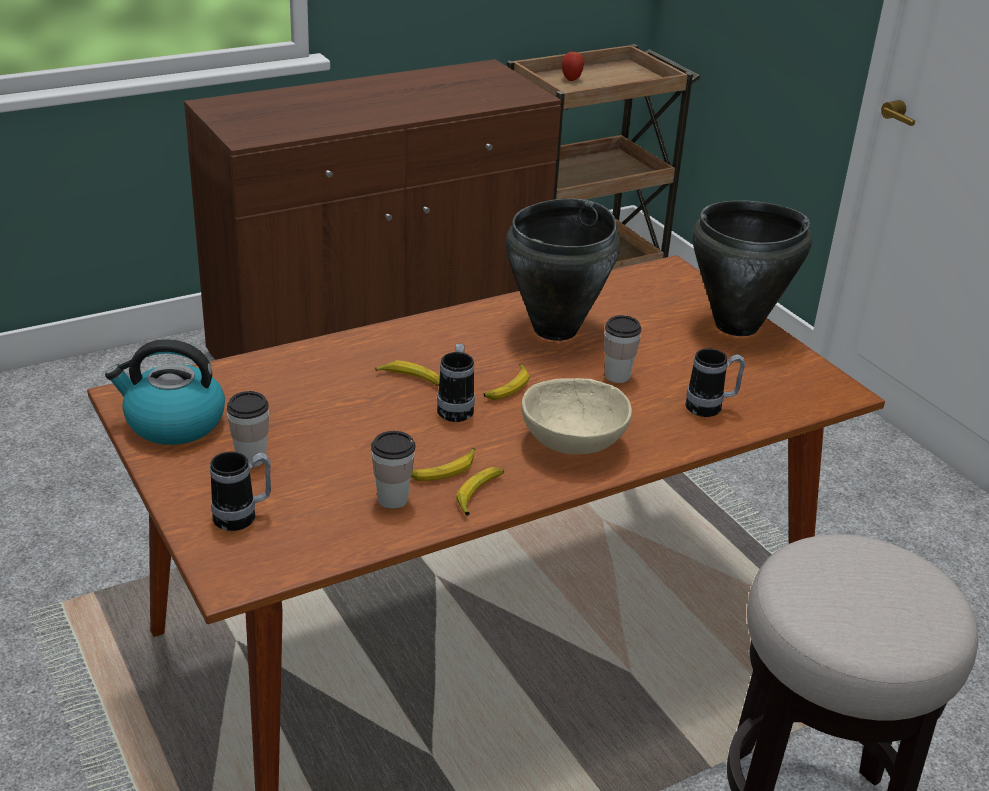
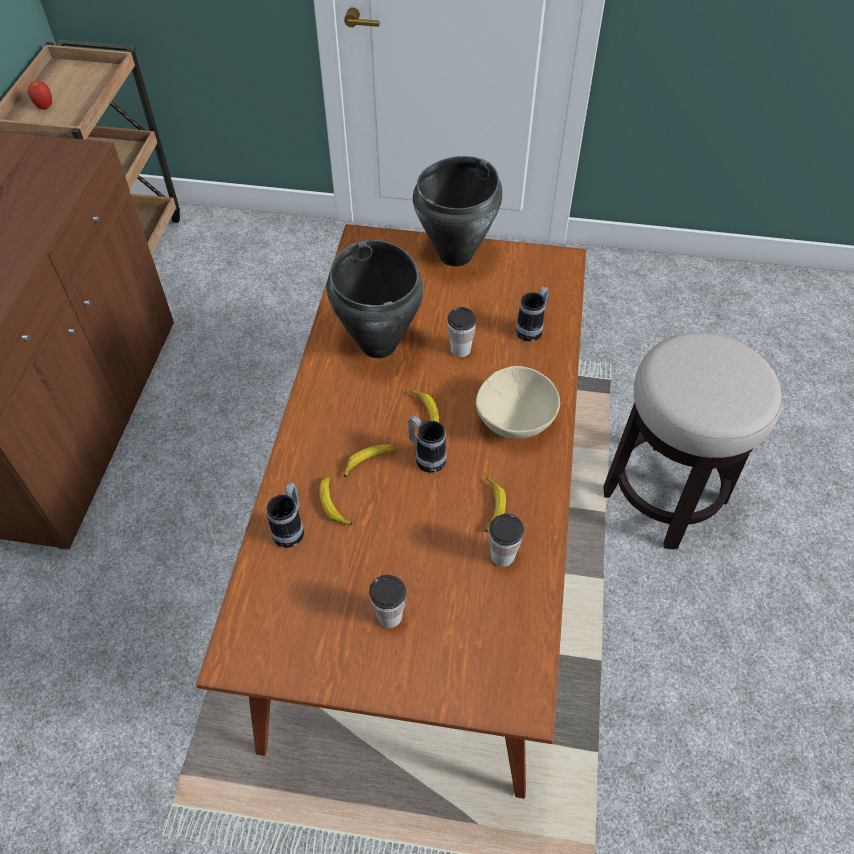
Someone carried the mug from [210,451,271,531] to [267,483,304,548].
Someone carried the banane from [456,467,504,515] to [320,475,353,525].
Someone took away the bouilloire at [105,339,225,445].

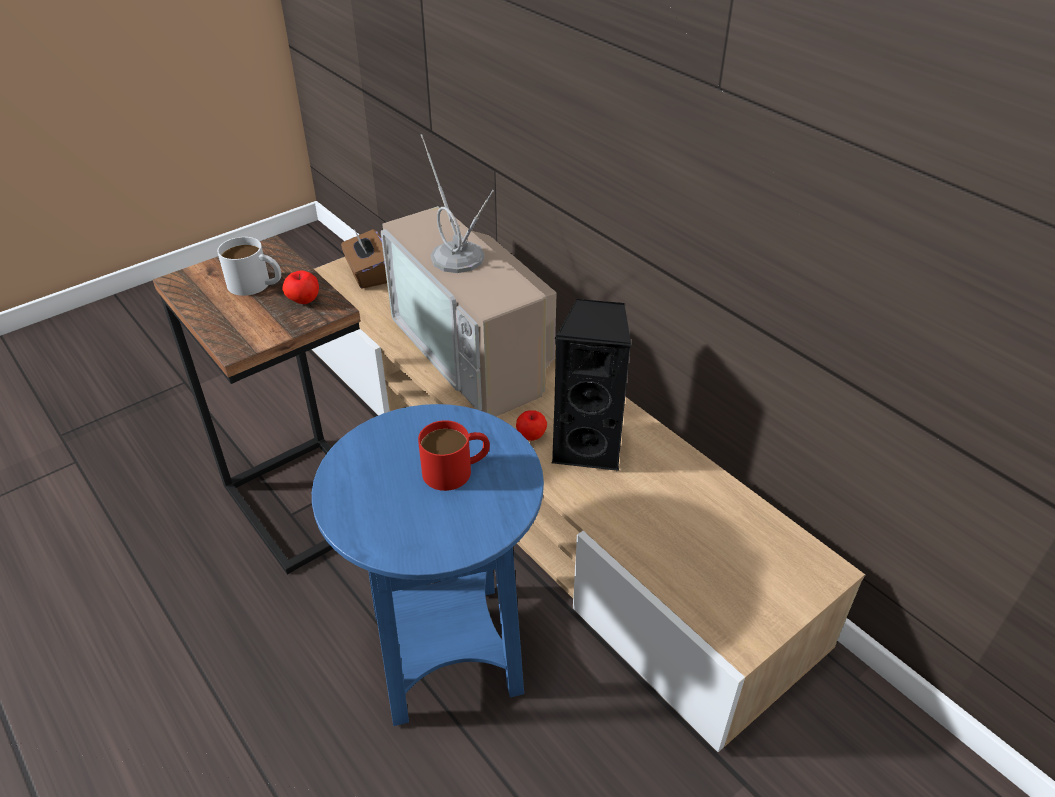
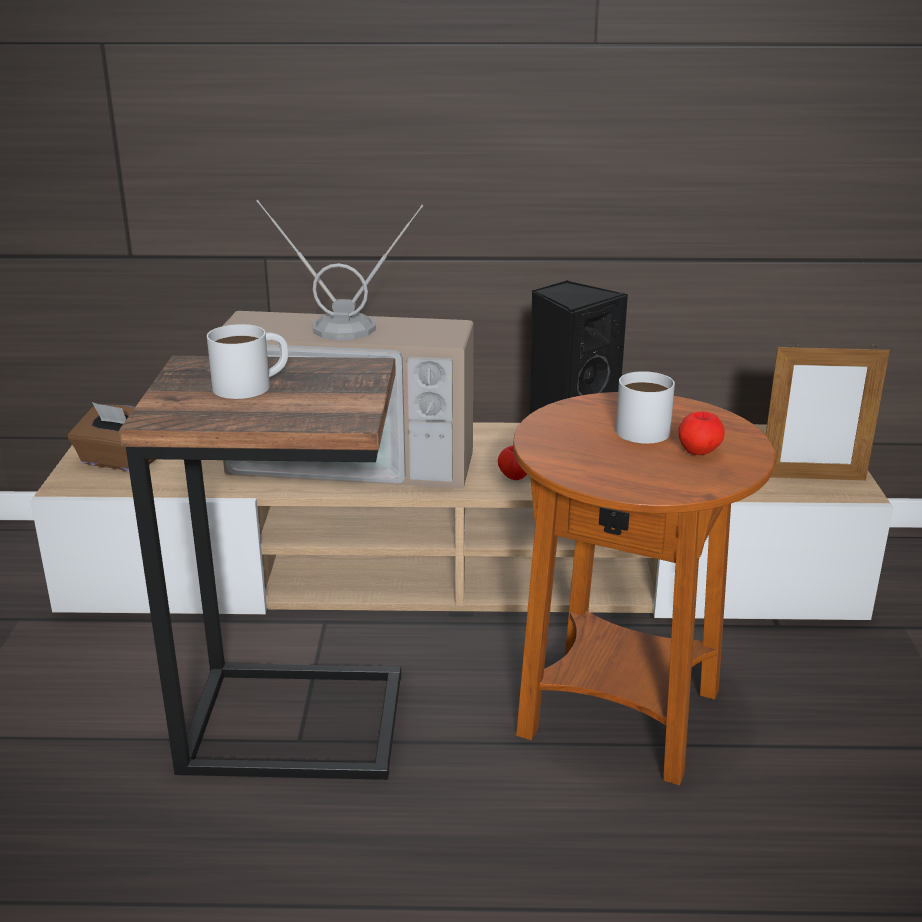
Someone repainted the table d'appoint/bleu at [312,404,544,726], which became the table d'appoint/marron at [513,392,775,785].
Someone repainted the mug/rouge at [418,420,490,491], which became the mug/blanc at [616,371,675,443].
Someone carried the pomme from [282,270,319,304] to [678,411,725,455].
Someone put down the cadre photo at [766,342,890,480].

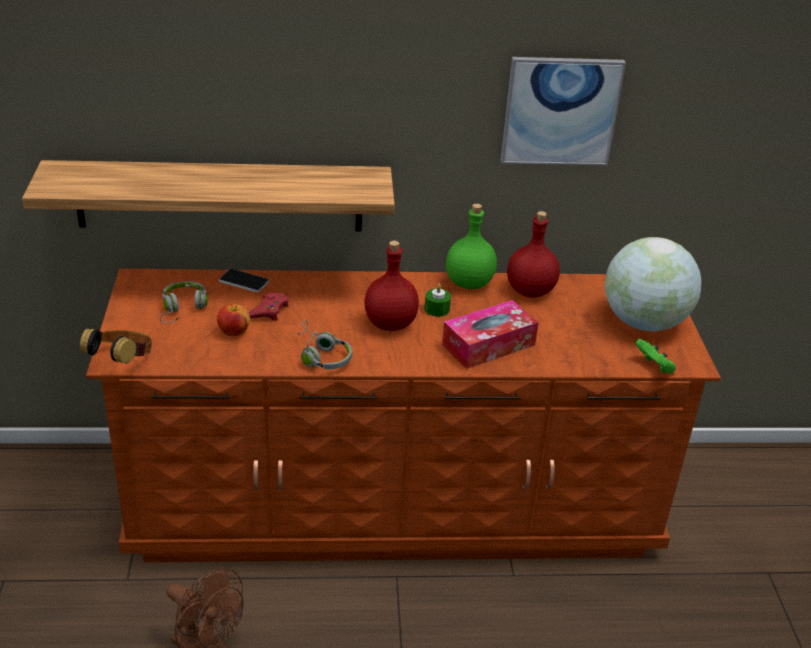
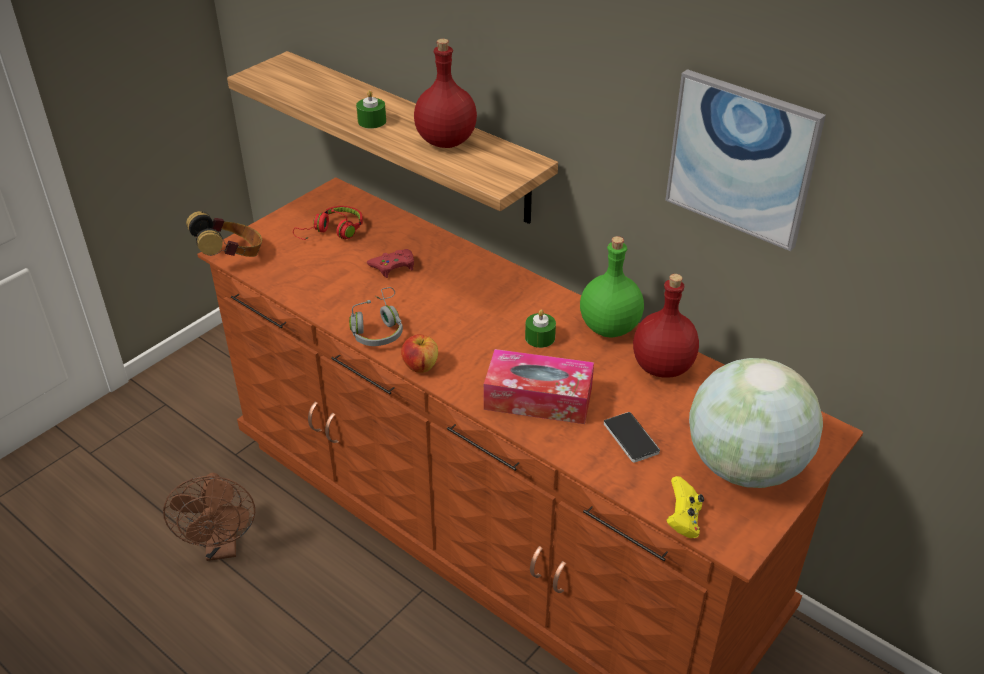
Someone repainted the casque audio/gris at [160,281,208,323], which became the casque audio/rouge at [293,206,363,240].
Someone put down the bougie/vert at [356,90,386,129].
Someone carried the pomme from [217,304,250,336] to [401,334,438,373].
Someone carried the bouteille/rouge from [365,240,419,331] to [414,39,477,148].
Someone carried the téléphone from [219,268,269,293] to [604,412,660,463].
Someone repainted the manette/vert at [635,339,676,374], which became the manette/jaune at [666,476,704,538].

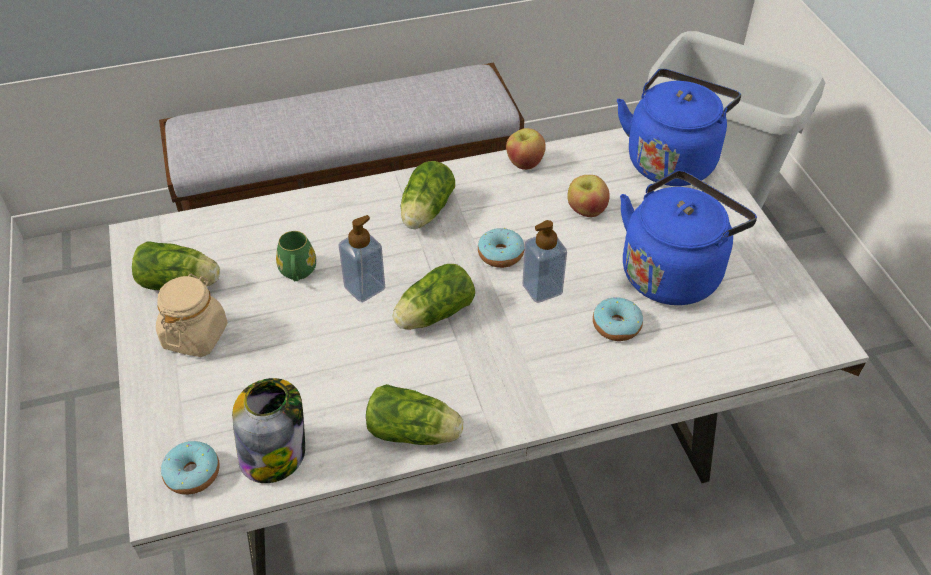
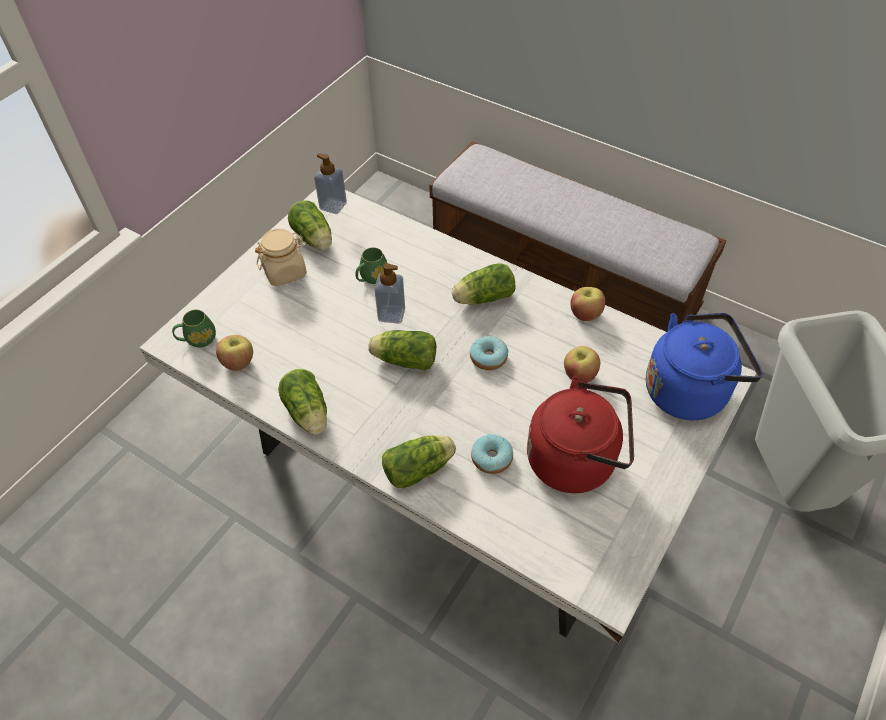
Someone swapped the beignet at [161,441,220,495] for the mug/vert at [172,310,216,348].
Someone swapped the bocal at [232,378,305,483] for the pomme at [216,335,253,371].
Someone carried the distributeur de savon from [522,220,567,303] to [314,153,347,214].
Someone put down the laitue at [382,435,456,488].
Someone repainted the bouilloire/bleu at [620,170,757,305], which became the bouilloire/rouge at [527,376,634,493].

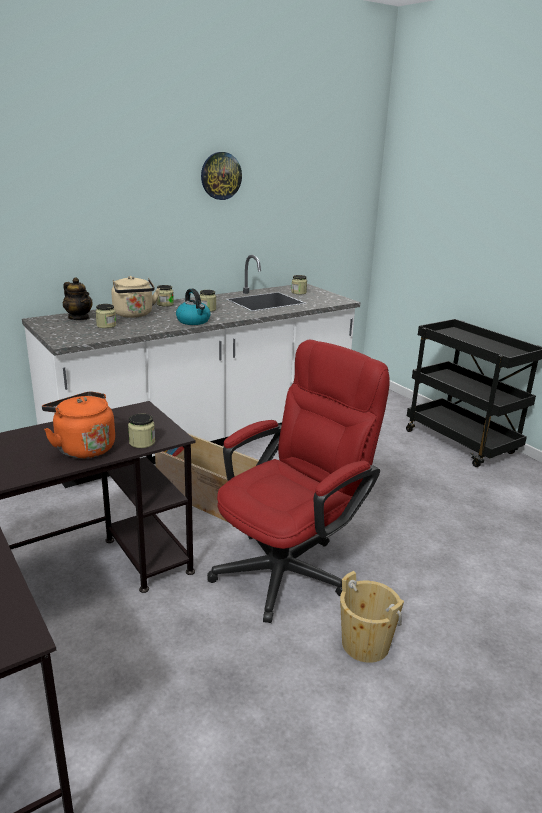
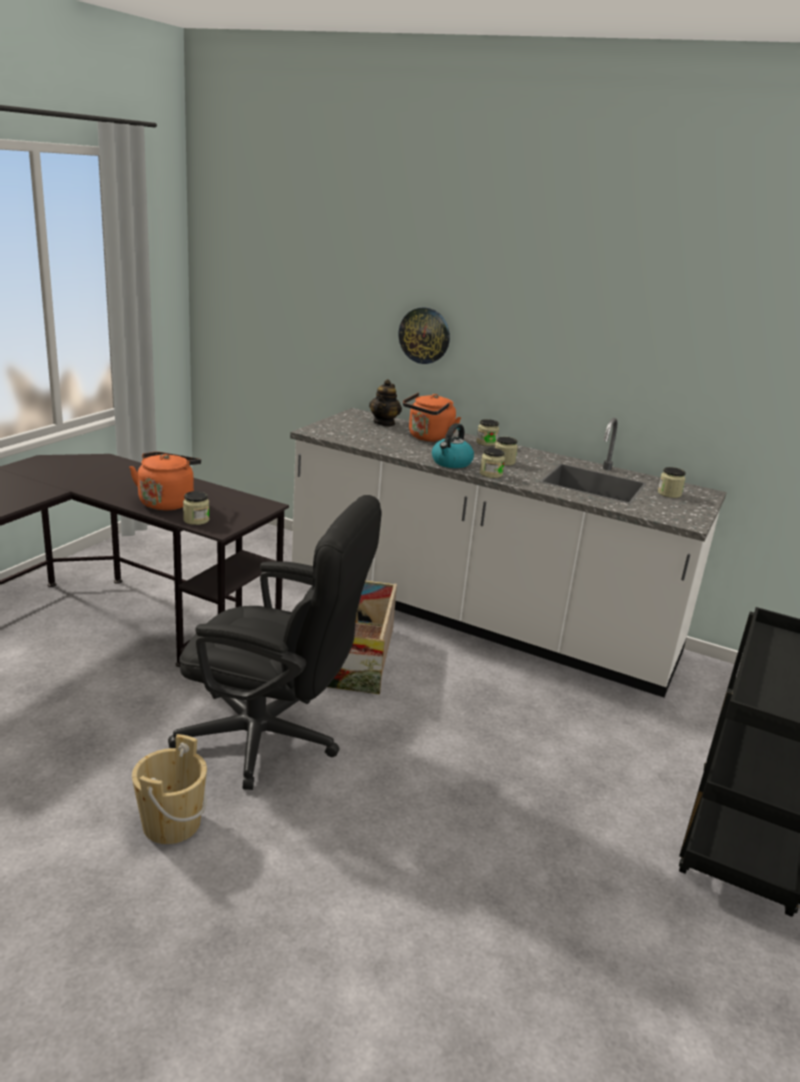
Someone repainted the chaise de bureau/rouge at [207,340,390,623], which became the chaise de bureau/noir at [168,495,382,790].
Someone carried the horloge murale from [201,152,242,200] to [399,307,450,364].
Someone repainted the bouilloire/beige at [111,276,160,318], which became the bouilloire/orange at [403,393,461,442].
Someone carried the bocal from [95,304,116,328] to [480,448,505,478].

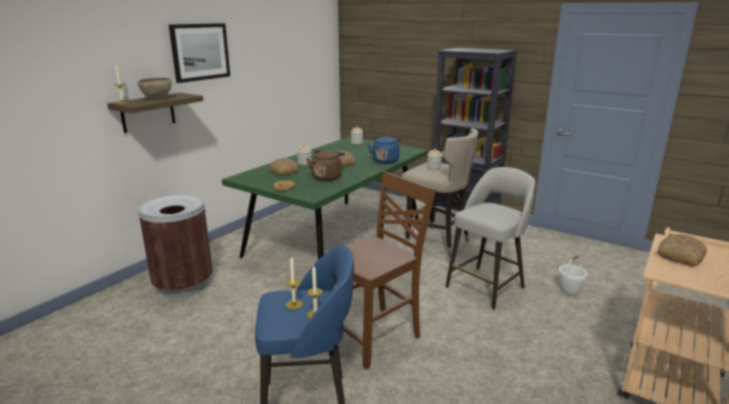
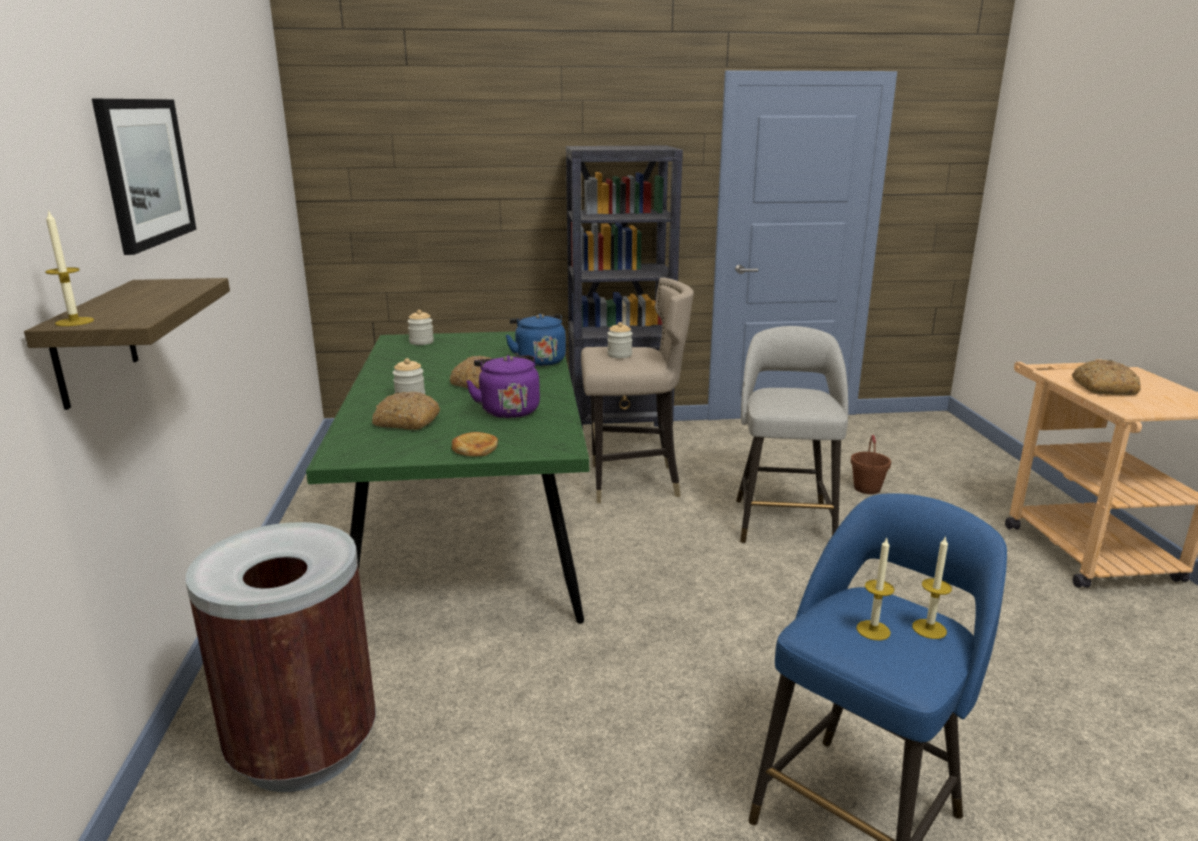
Someone repainted the bouilloire/marron at [307,150,345,181], which became the bouilloire/violet at [466,355,540,418].
Someone repainted the seau/blanc at [559,255,587,295], which became the seau/marron at [851,435,891,494].
Someone took away the bol/marron at [138,78,172,99].
Someone took away the chaise/marron at [325,171,436,369].

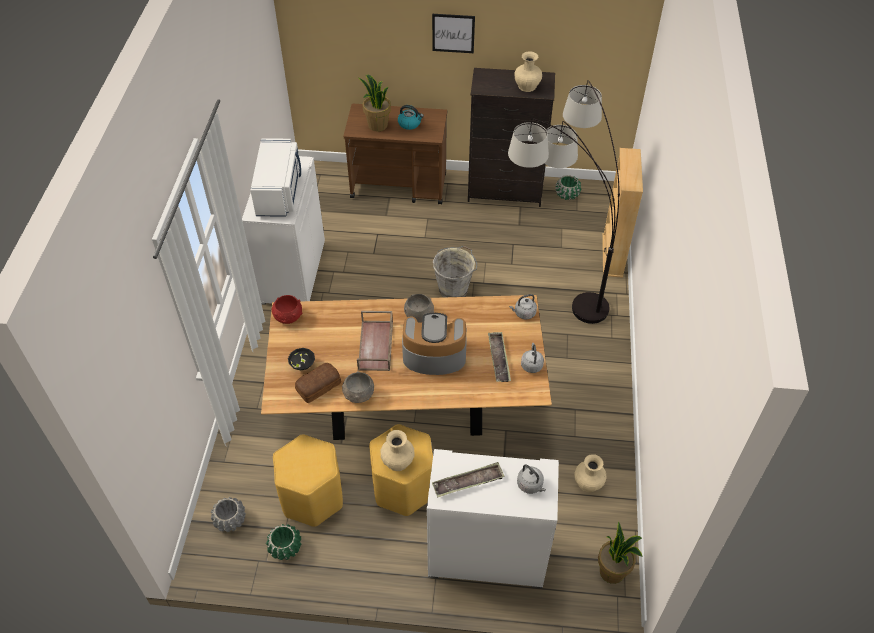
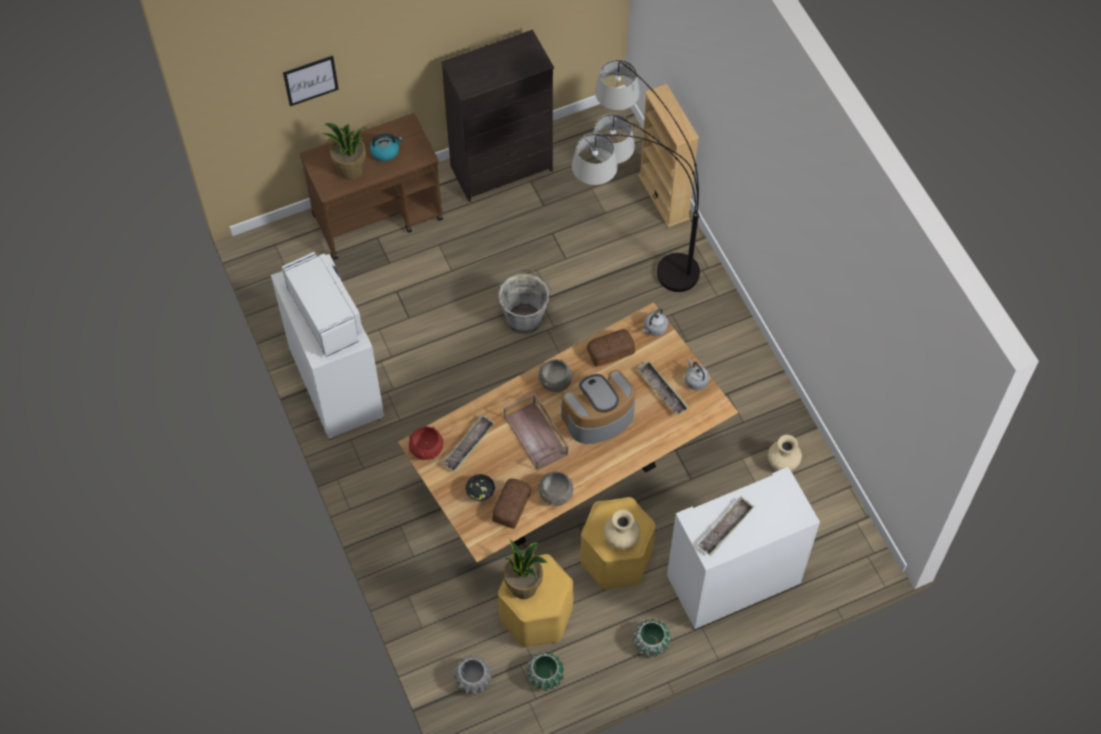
Someone carried the tableau from [432,14,475,53] to [283,56,339,106].
Someone put down the plateau at [442,415,495,472].
Someone carried the plante en pot from [598,522,642,584] to [504,539,547,599].
Someone put down the pain at [587,329,635,367].
Someone carried the cache-pot/vert from [555,175,581,200] to [633,619,671,657].
Someone took away the vase/beige at [514,51,542,92].
Someone took away the bouilloire/gris at [517,465,546,494].

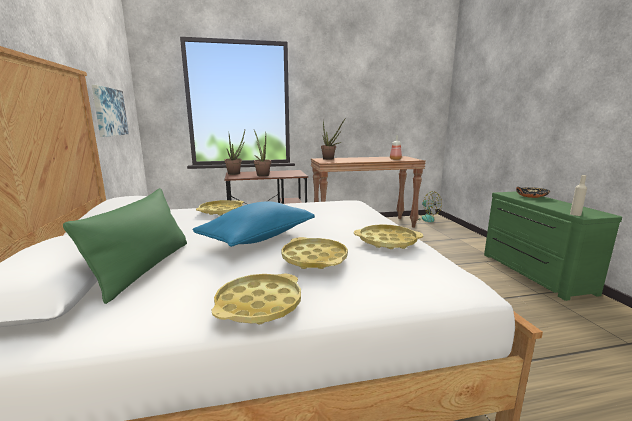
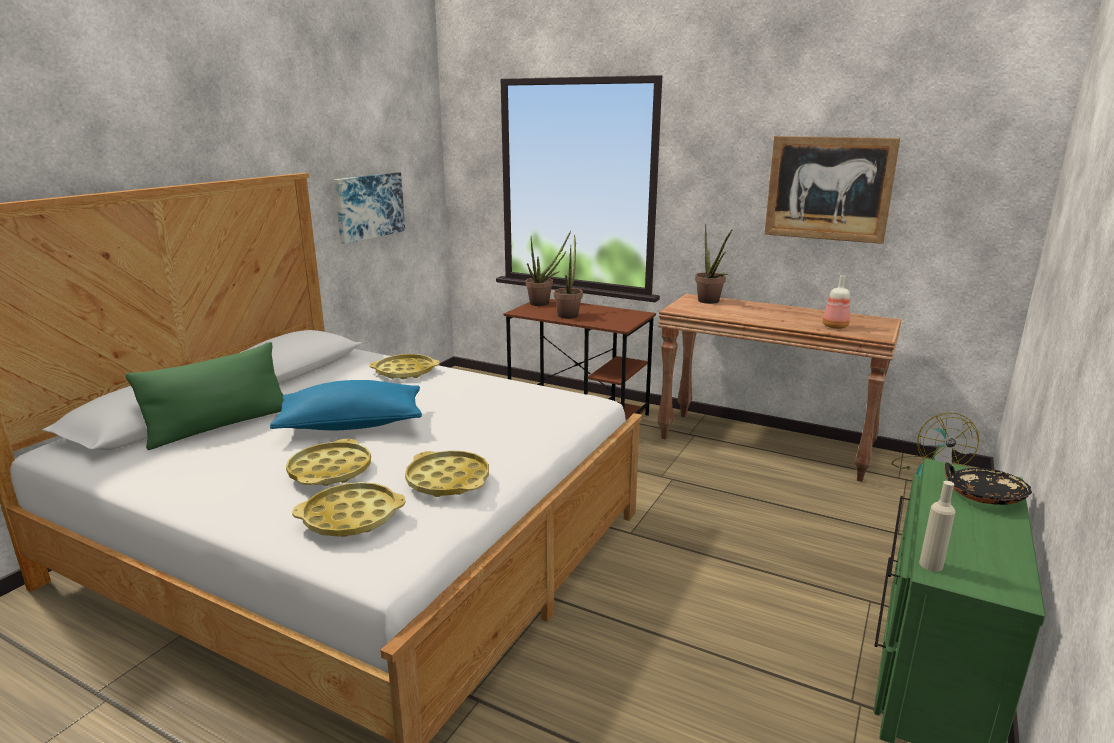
Someone carried the plateau/jaune from [212,274,301,324] to [292,482,406,537].
Someone put up the tableau at [764,136,900,244].

